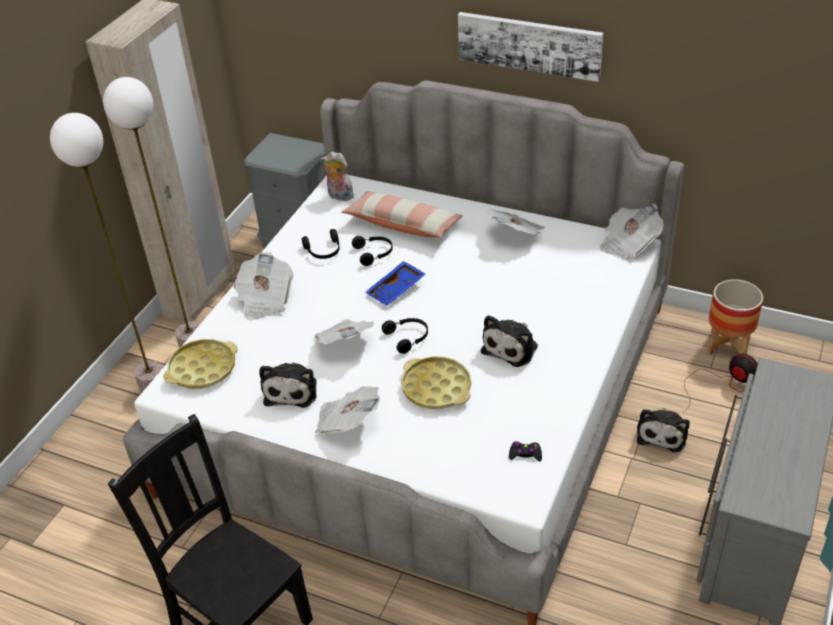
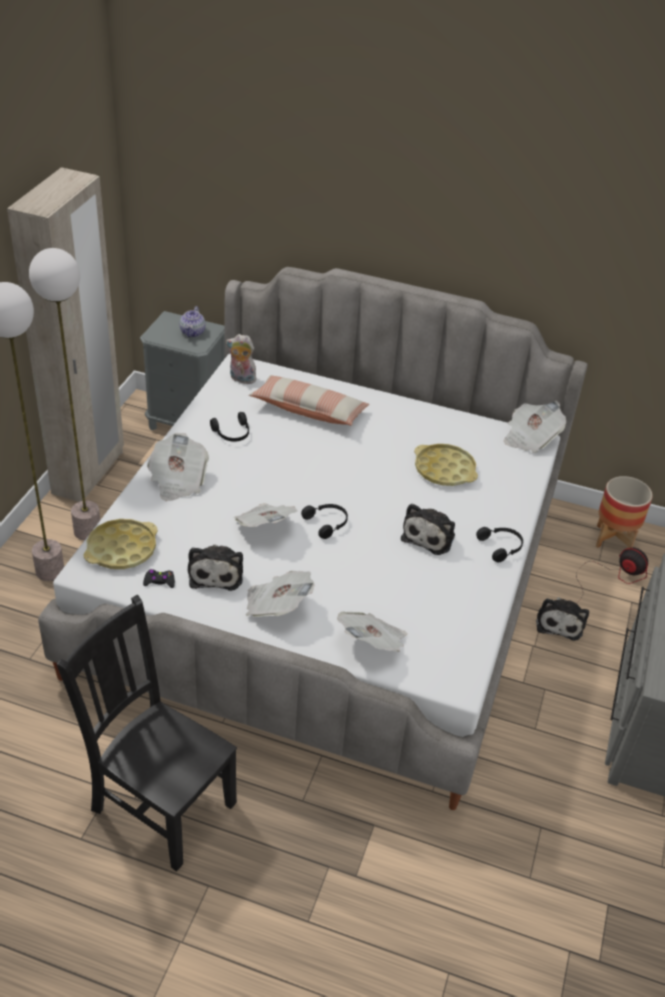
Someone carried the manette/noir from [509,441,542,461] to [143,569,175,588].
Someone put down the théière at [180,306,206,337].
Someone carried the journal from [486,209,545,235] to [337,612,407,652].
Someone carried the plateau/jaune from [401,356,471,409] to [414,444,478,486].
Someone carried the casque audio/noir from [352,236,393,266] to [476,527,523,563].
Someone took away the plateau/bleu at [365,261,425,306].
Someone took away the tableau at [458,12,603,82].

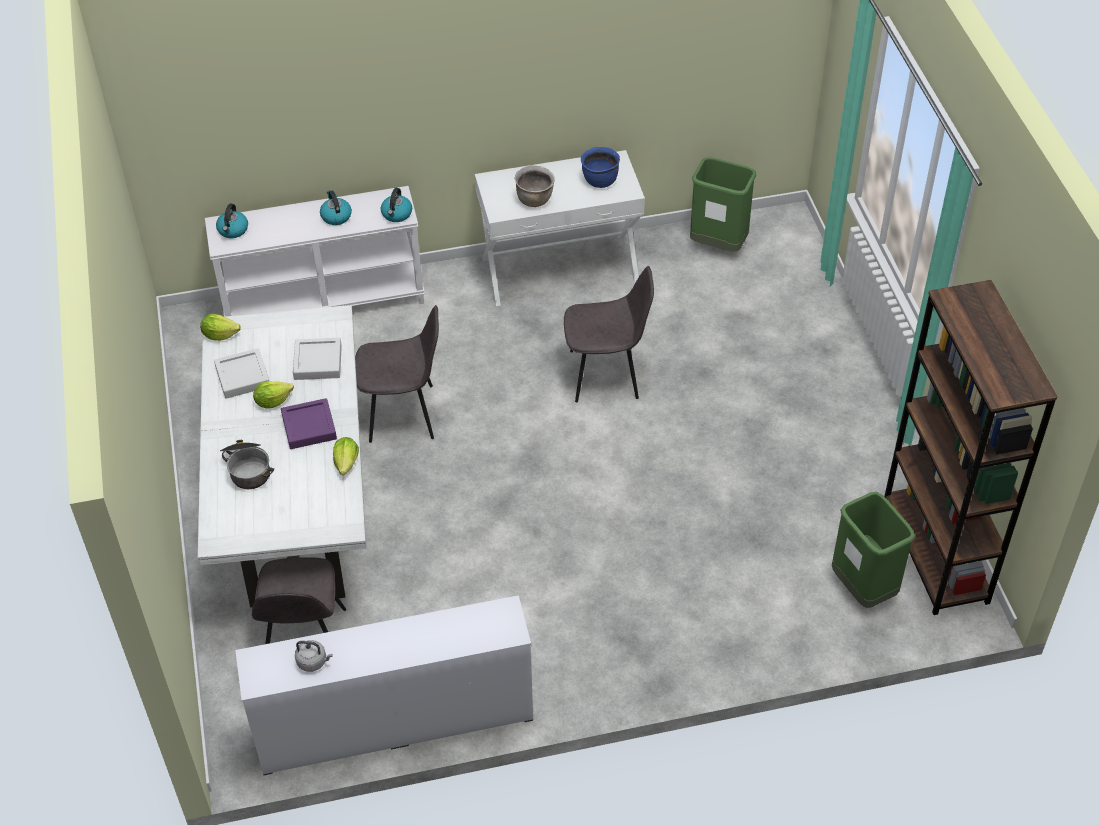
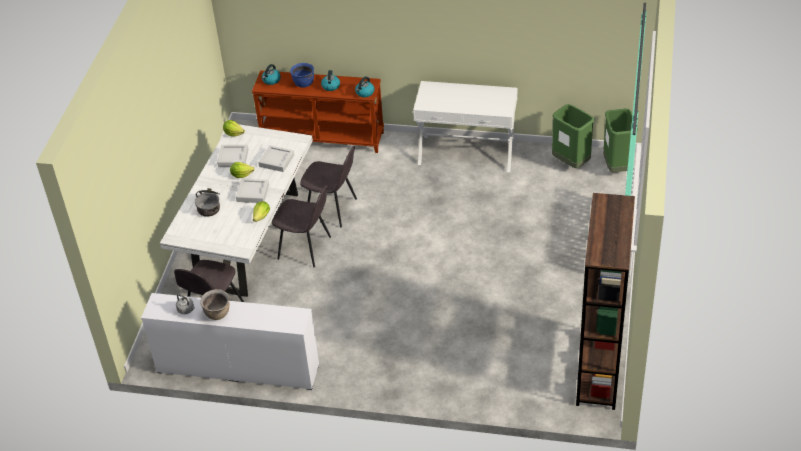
Someone carried the marmite/marron from [514,165,554,207] to [200,289,229,320].
Someone repainted the plateau/violet at [281,398,337,449], which became the plateau/gris at [236,179,269,203].
Someone repainted the table console/blanc at [205,186,425,317], which became the table console/marron at [252,70,384,153].
Someone carried the chaise/gris from [564,266,654,402] to [272,185,331,267].
Someone carried the marmite/bleu from [581,147,620,188] to [290,63,314,88].
Someone carried the poubelle/vert from [832,492,915,608] to [603,108,638,172].

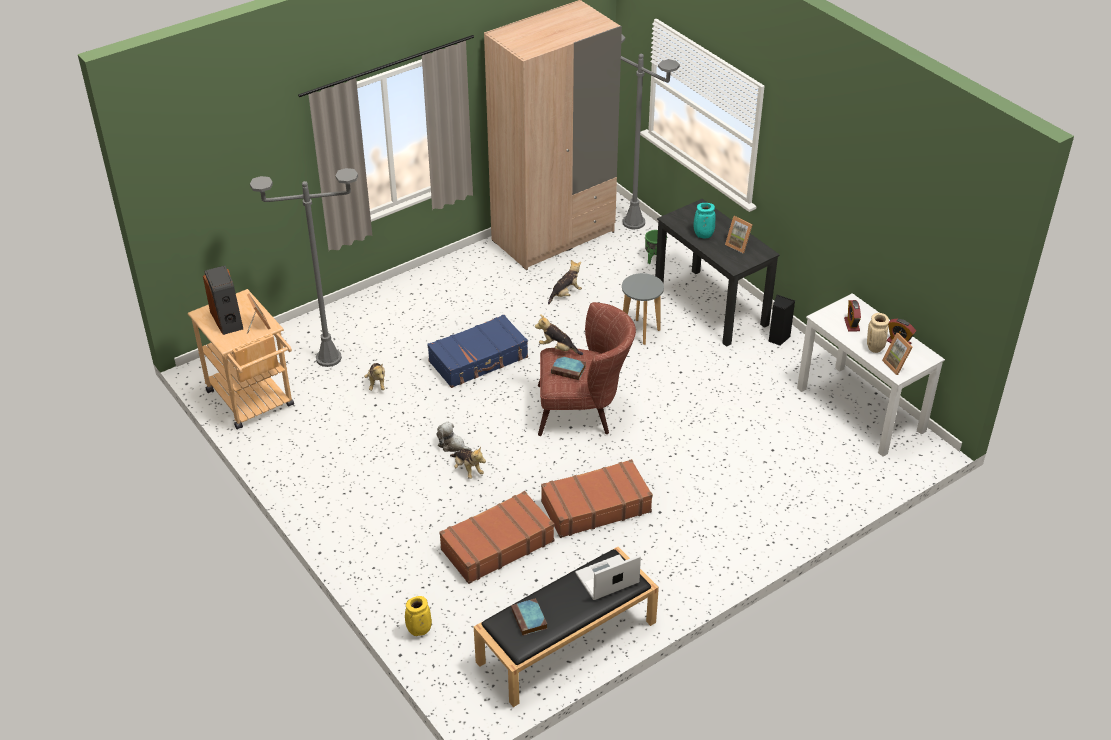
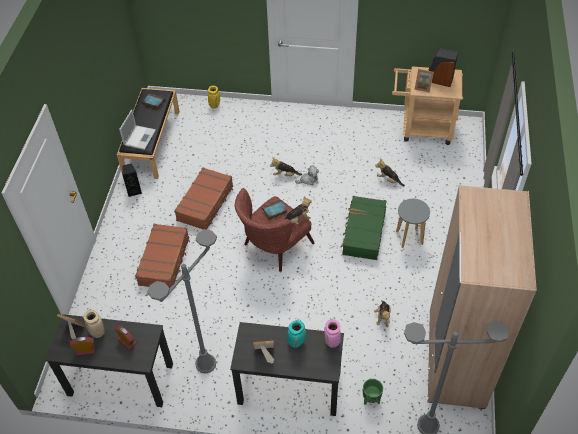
Someone repainted the bureau/blanc at [797,293,945,457], which became the bureau/noir at [45,314,173,407].
Someone carried the enceinte/noir from [768,294,795,346] to [122,163,142,197].
Someone carried the valise/marron from [439,491,555,584] to [135,224,190,288].
Someone carried the lampadaire/gris from [250,168,358,367] to [147,229,217,373].
Someone put down the vase/rose at [324,319,341,348].
Someone repainted the valise/bleu at [427,314,528,388], which became the valise/vert at [340,196,387,260].
Someone carried the tabouret/gris from [622,273,664,345] to [396,199,430,248].

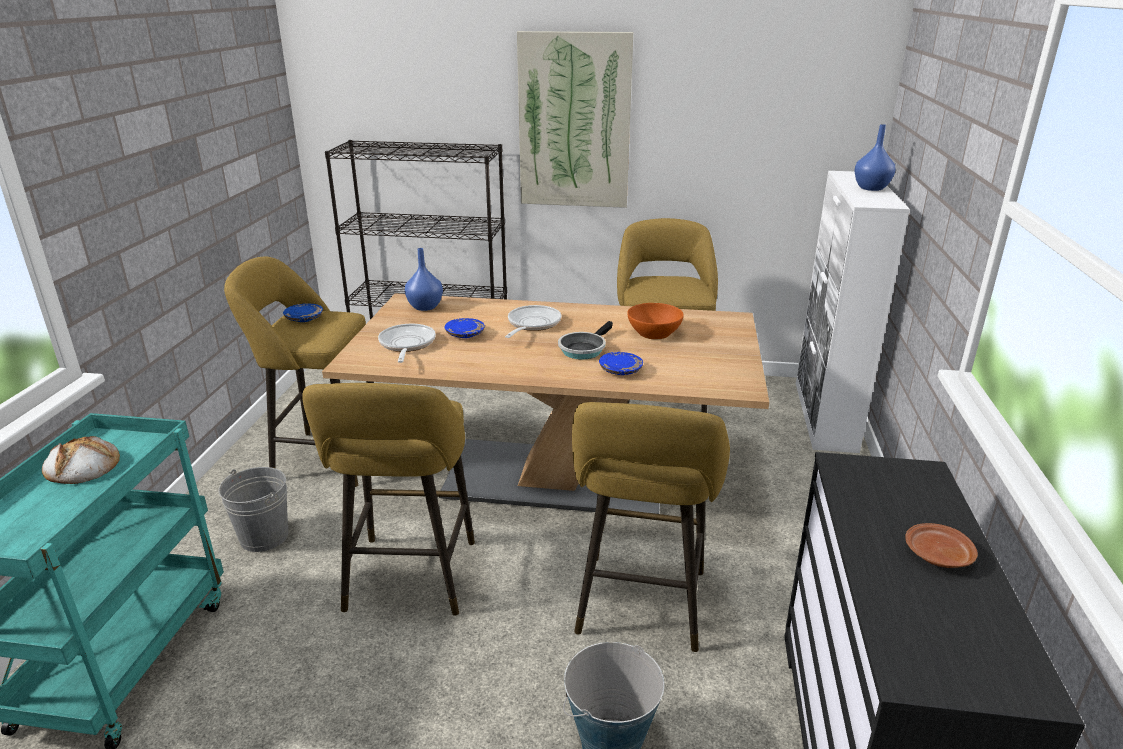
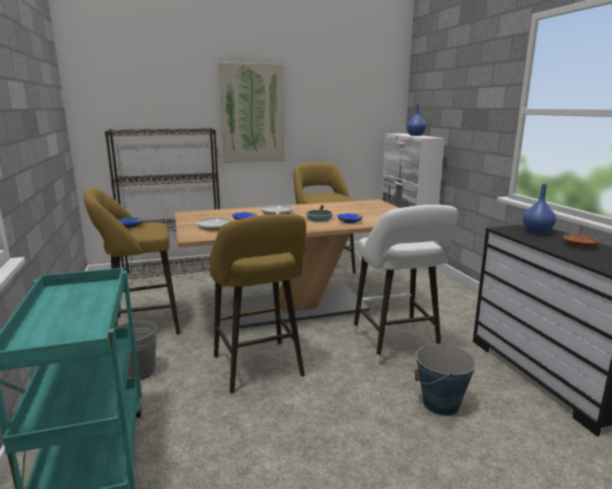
Someone repainted the tabouret/jaune at [572,402,730,652], which became the tabouret/blanc at [353,205,458,366].
Someone carried the vase/bleu from [405,248,443,311] to [522,184,556,235].
Someone took away the pain at [42,436,120,484].
Someone took away the bol/orange at [627,303,684,339].

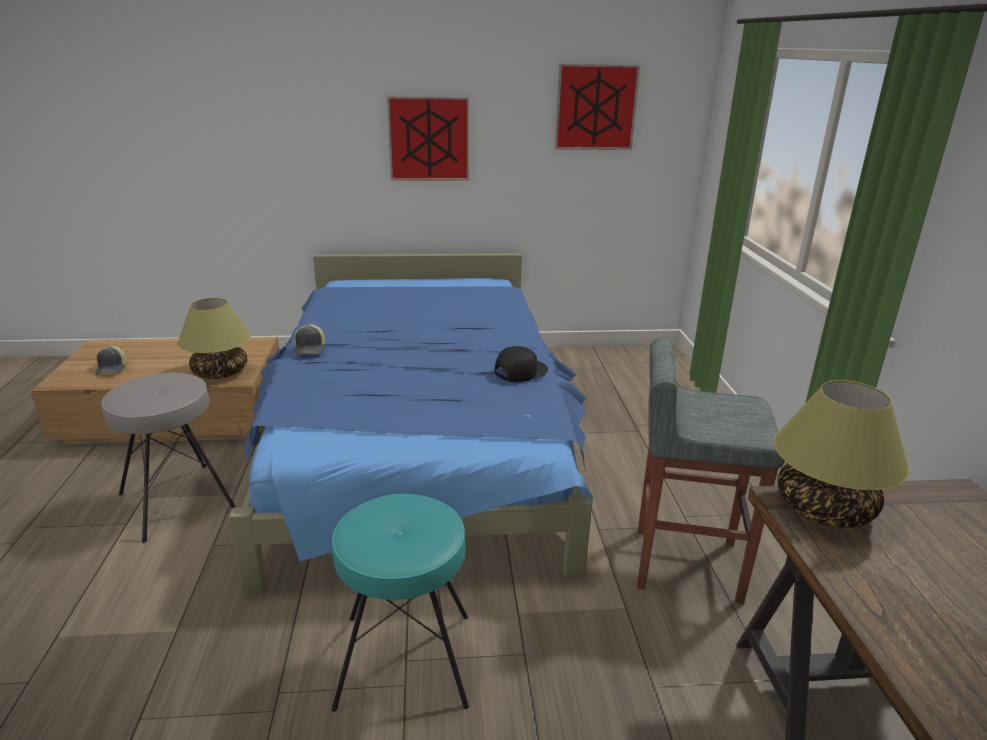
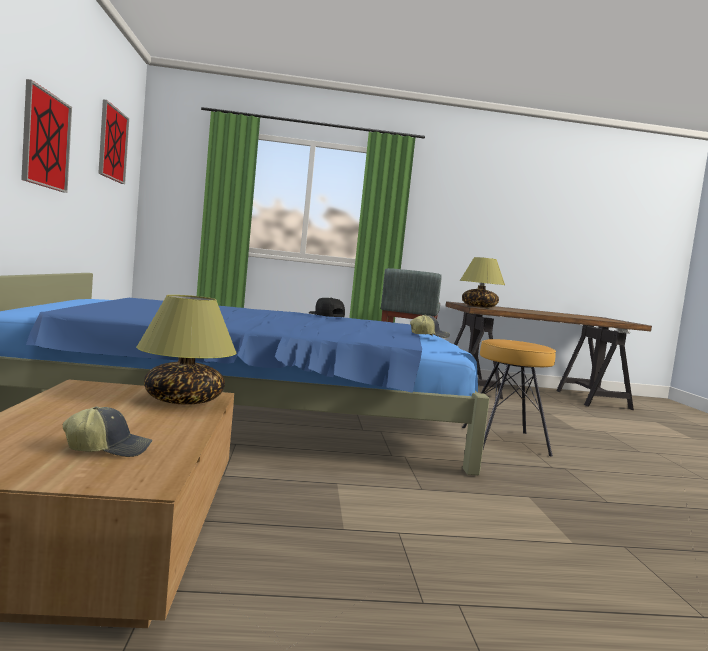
Someone carried the casquette from [294,324,325,356] to [410,315,450,338].
Someone repainted the tabouret/turquoise at [331,494,469,712], which became the tabouret/marron at [462,339,556,457].
Someone took away the tabouret/gris at [101,373,236,543].

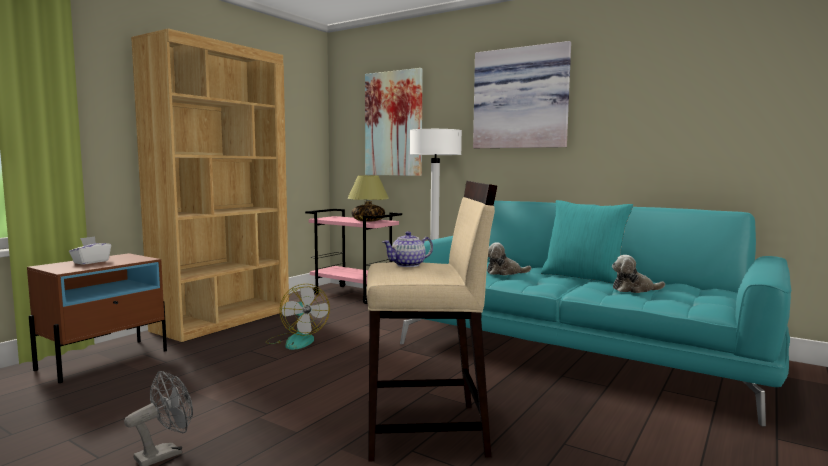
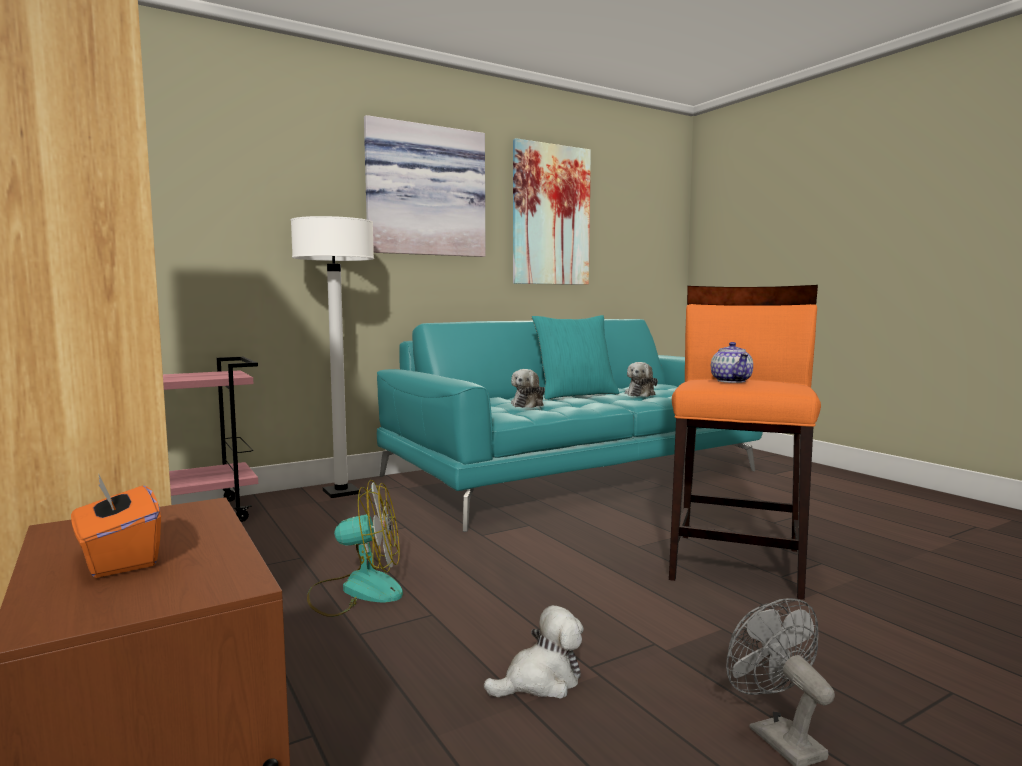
Someone repainted the boîte à mouchoirs/blanc at [69,236,111,265], which became the boîte à mouchoirs/orange at [71,473,161,578].
Someone put down the peluche at [484,605,584,699].
Someone carried the tableau from [365,68,423,176] to [513,138,591,285].
Someone repainted the tabouret/beige at [367,181,497,462], which became the tabouret/orange at [669,285,821,600].
Someone took away the lampe de table at [347,175,389,222].

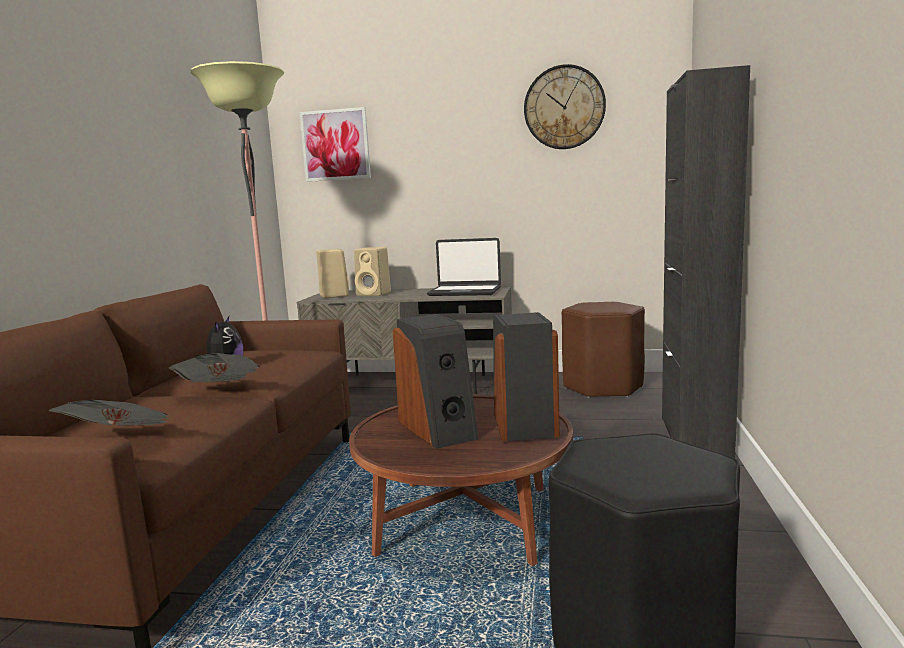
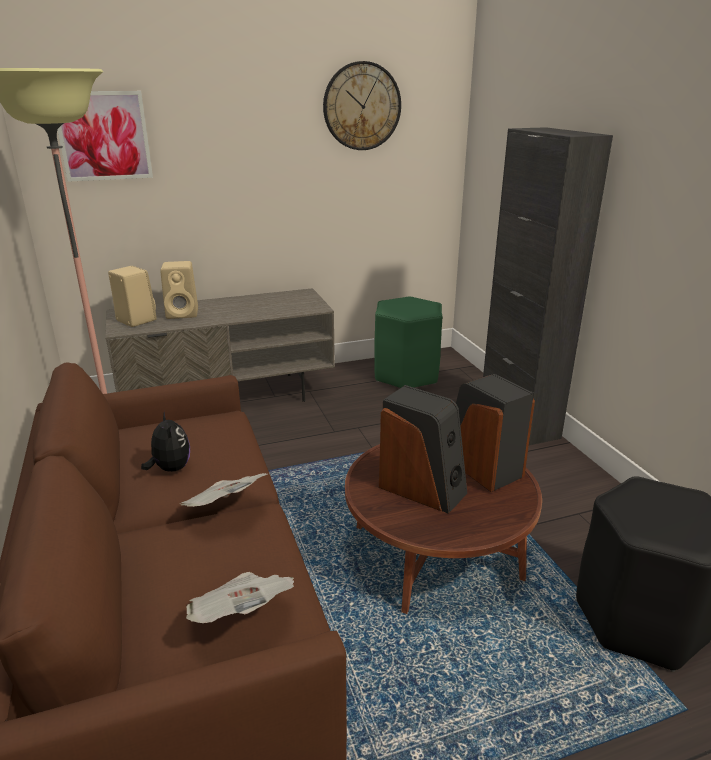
Someone repainted the tabouret/marron at [562,302,645,398], which became the tabouret/vert at [374,297,443,388].
Someone took away the ordinateur portable at [427,238,501,296].

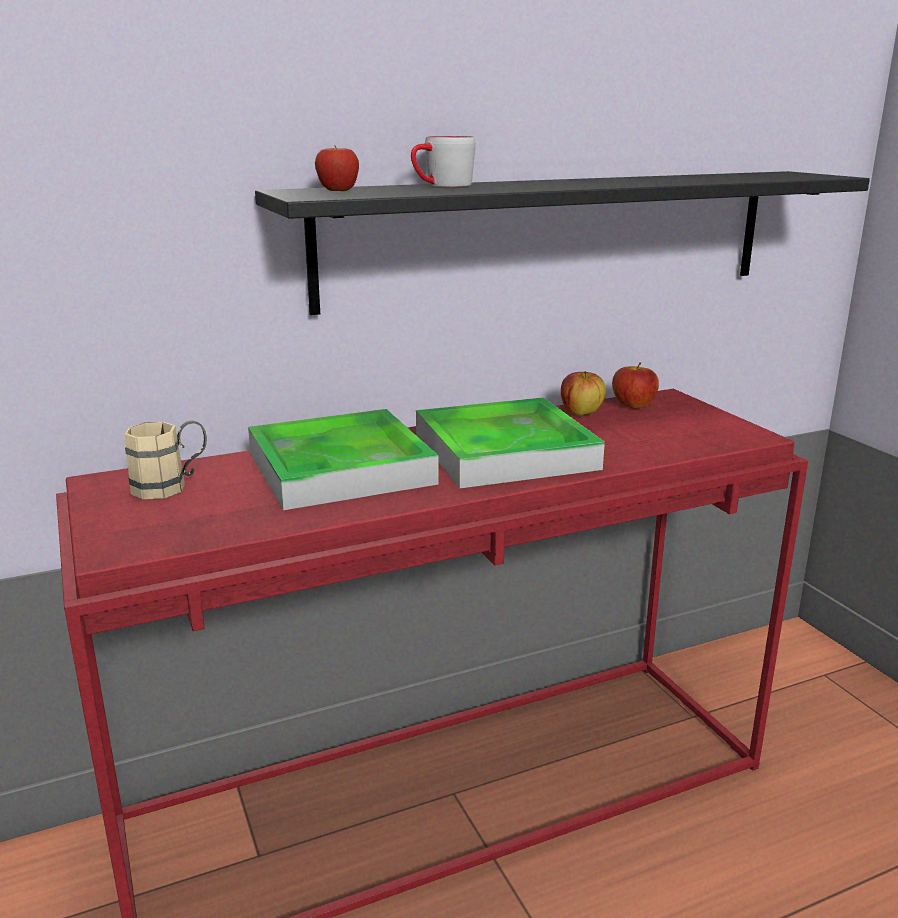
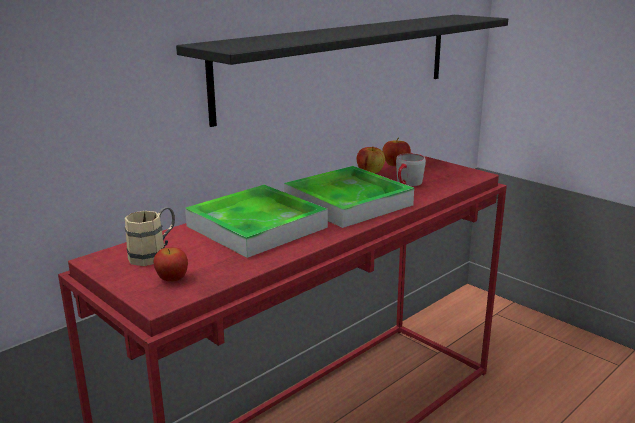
Someone carried the pomme from [315,146,359,191] to [154,247,188,282].
Someone carried the mug/gris from [411,136,476,187] to [396,153,426,187].

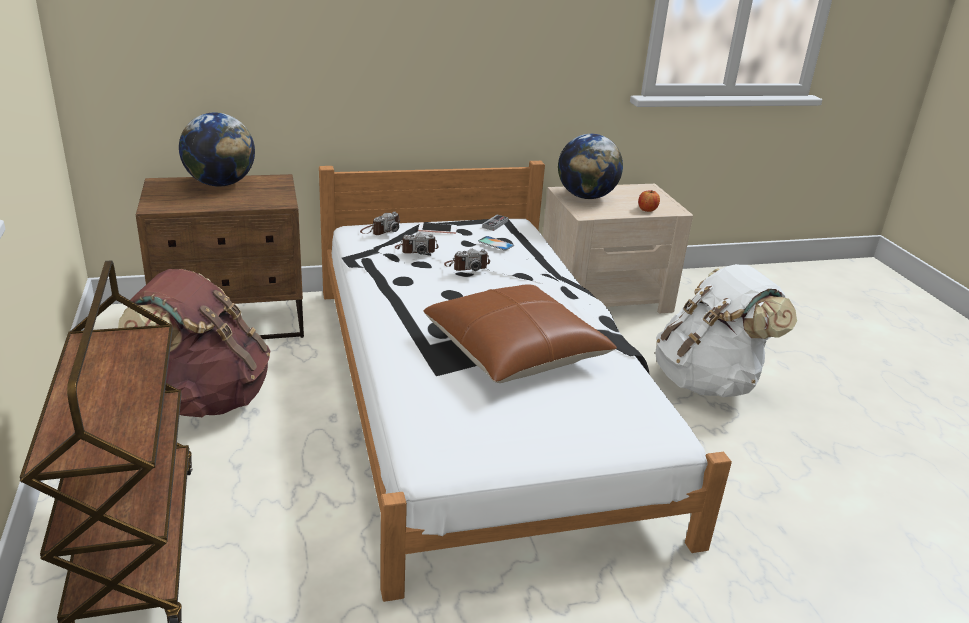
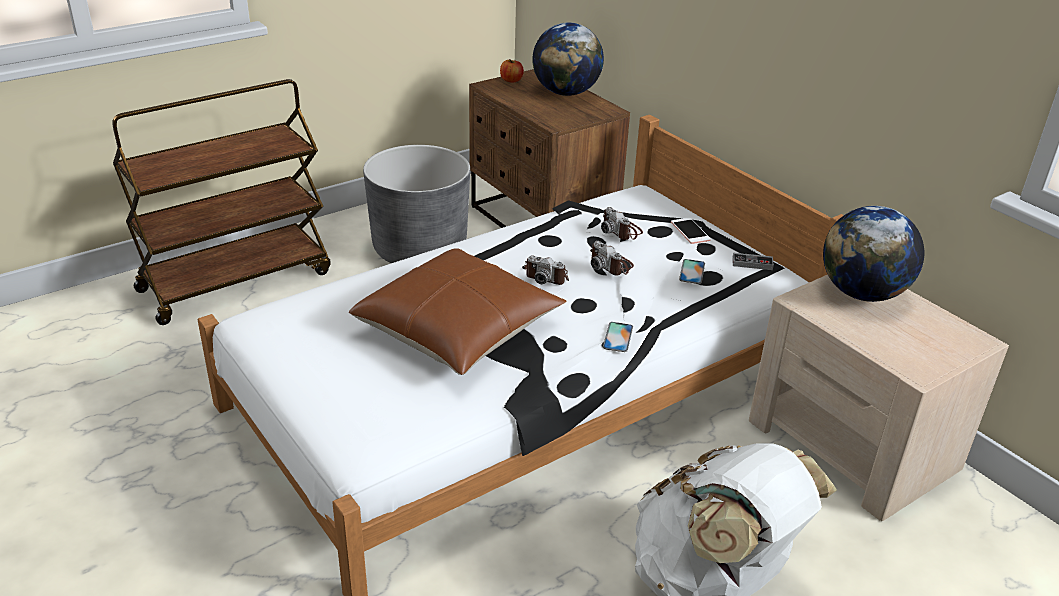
Someone swapped the sac à dos/marron at [118,269,270,417] for the cache-pot/gris at [363,145,470,263].
Someone carried the pomme from [638,190,660,212] to [500,59,524,82].
Someone carried the appareil photo from [360,212,400,235] to [522,255,569,285].
Someone put down the téléphone at [603,322,633,352].

